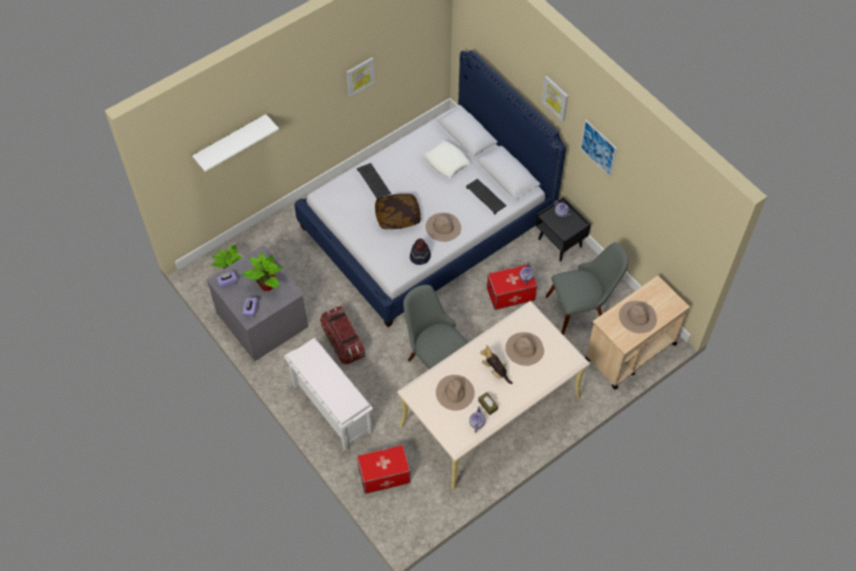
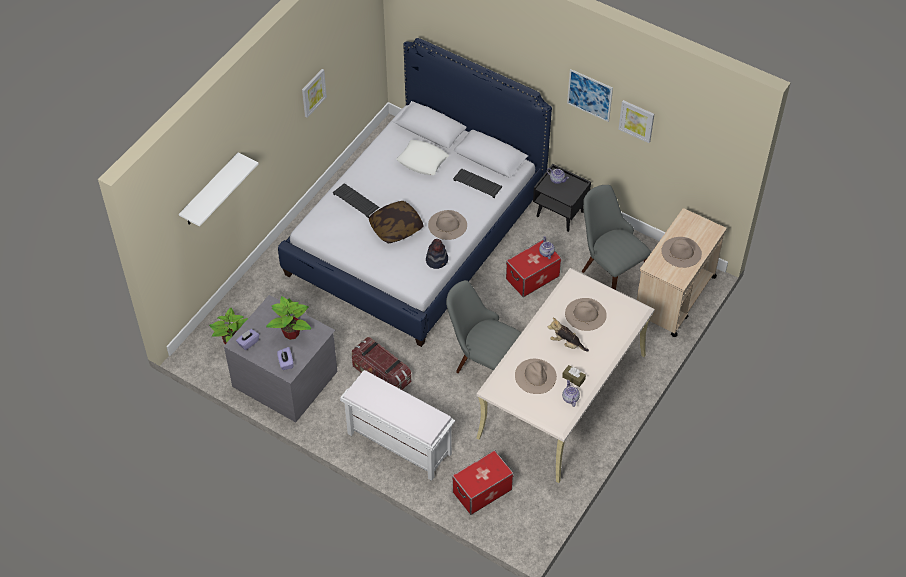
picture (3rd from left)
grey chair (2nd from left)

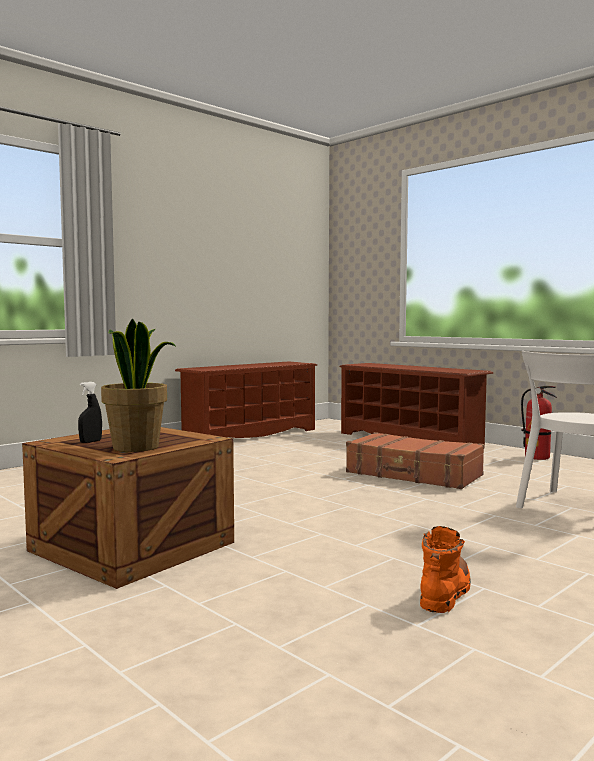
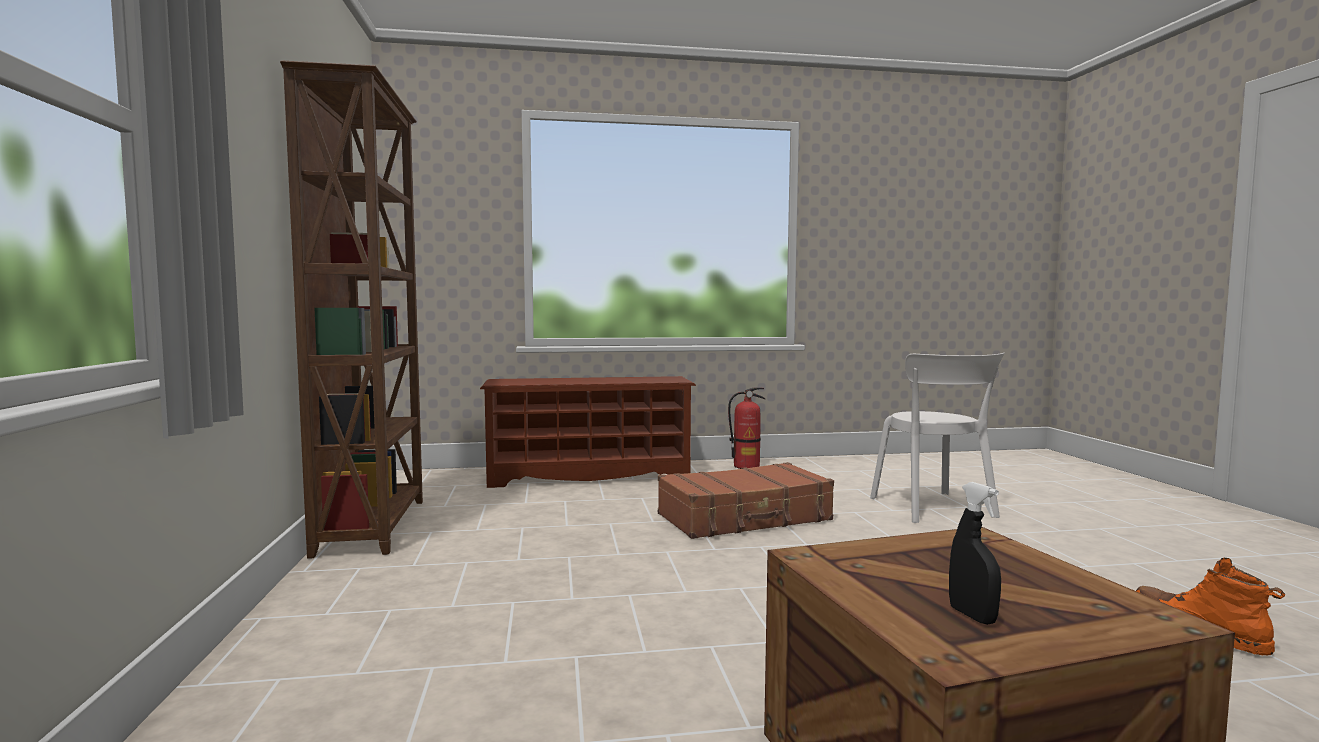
potted plant
brown bookcase

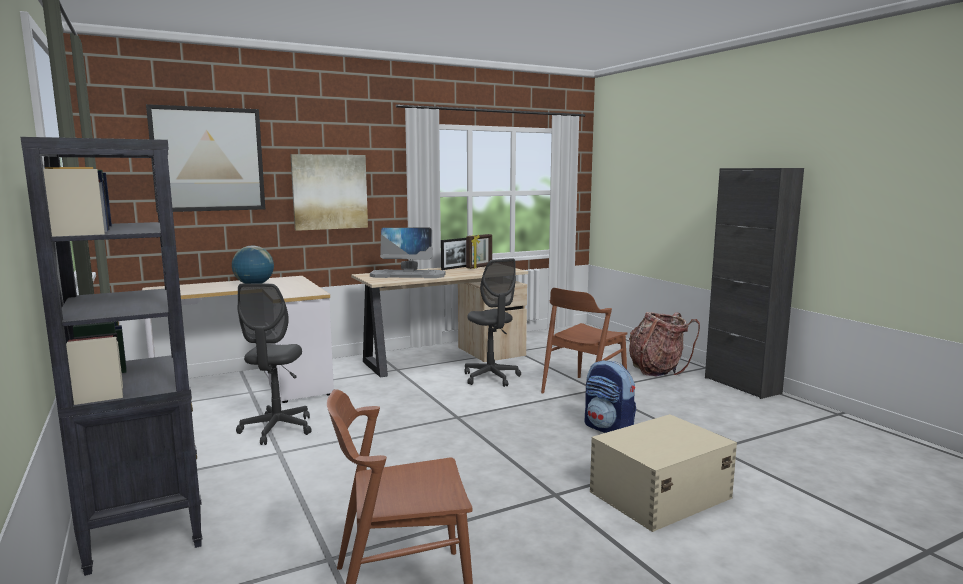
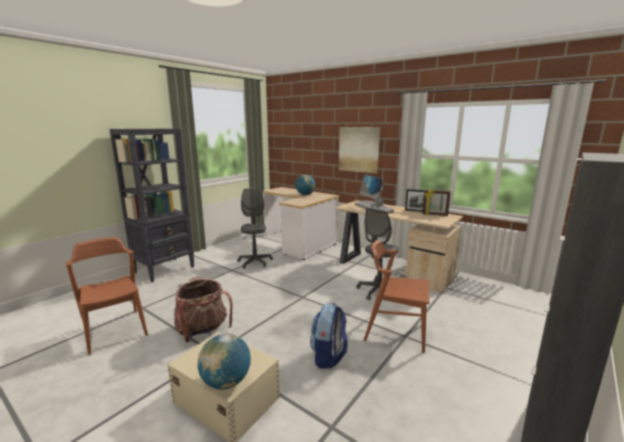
picture (1st from left in the first image)
grey office chair (1st from left)
backpack (1st from left)
globe (1st from left)

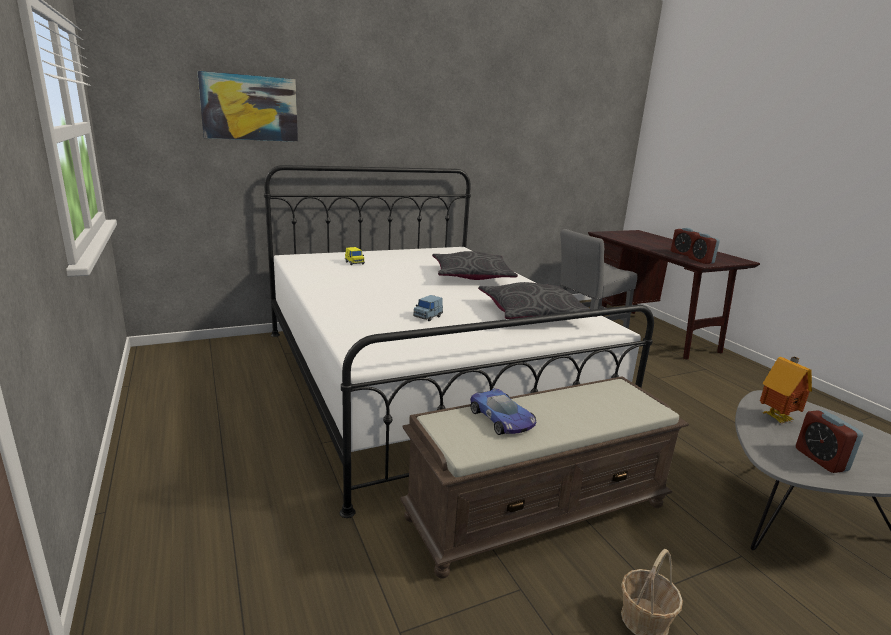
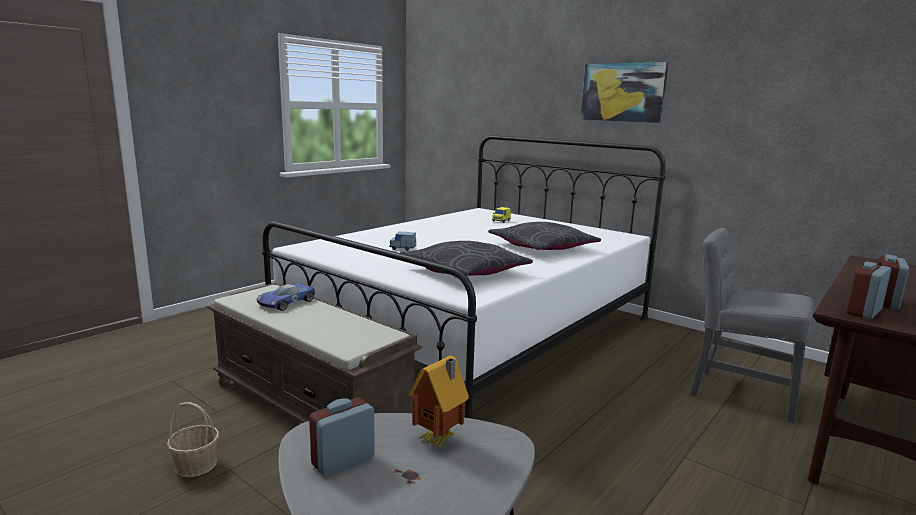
picture

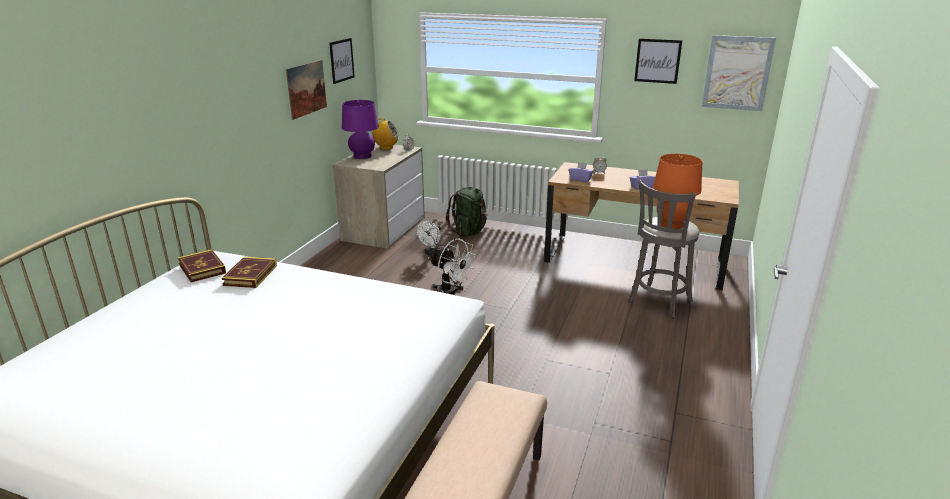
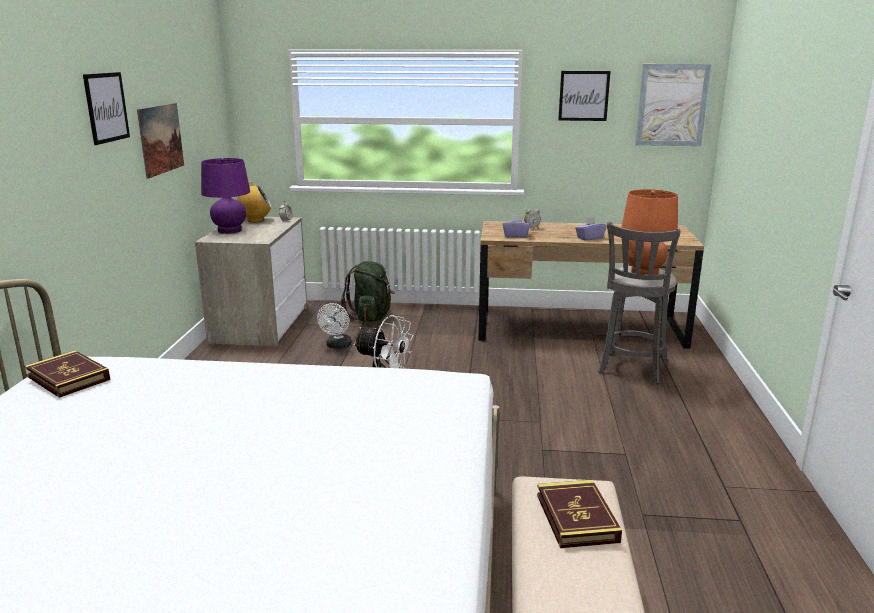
picture (1st from left)
book (2nd from left)

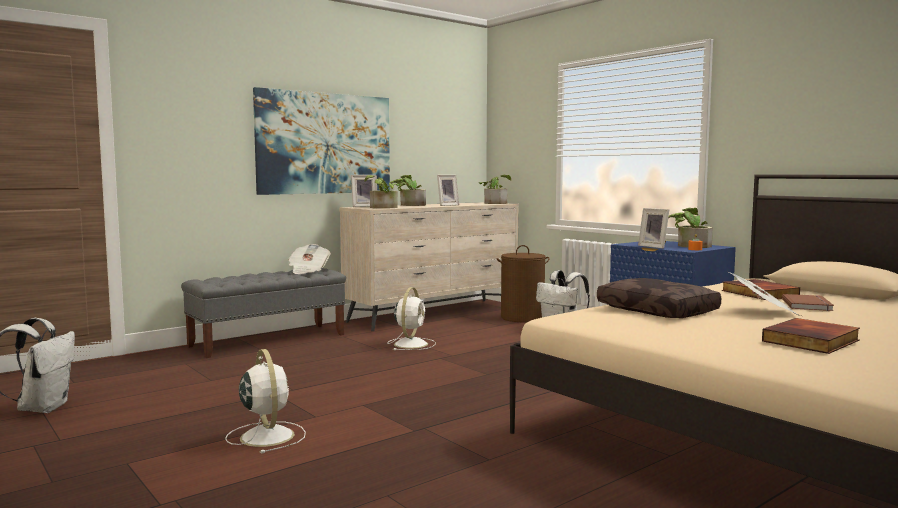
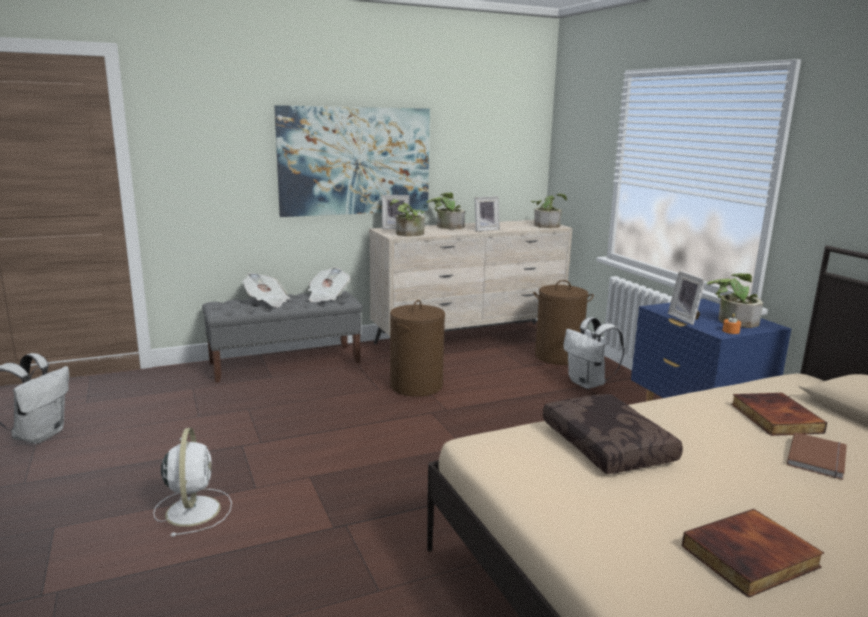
newspaper (1st from left)
brown laundry basket (1st from left)

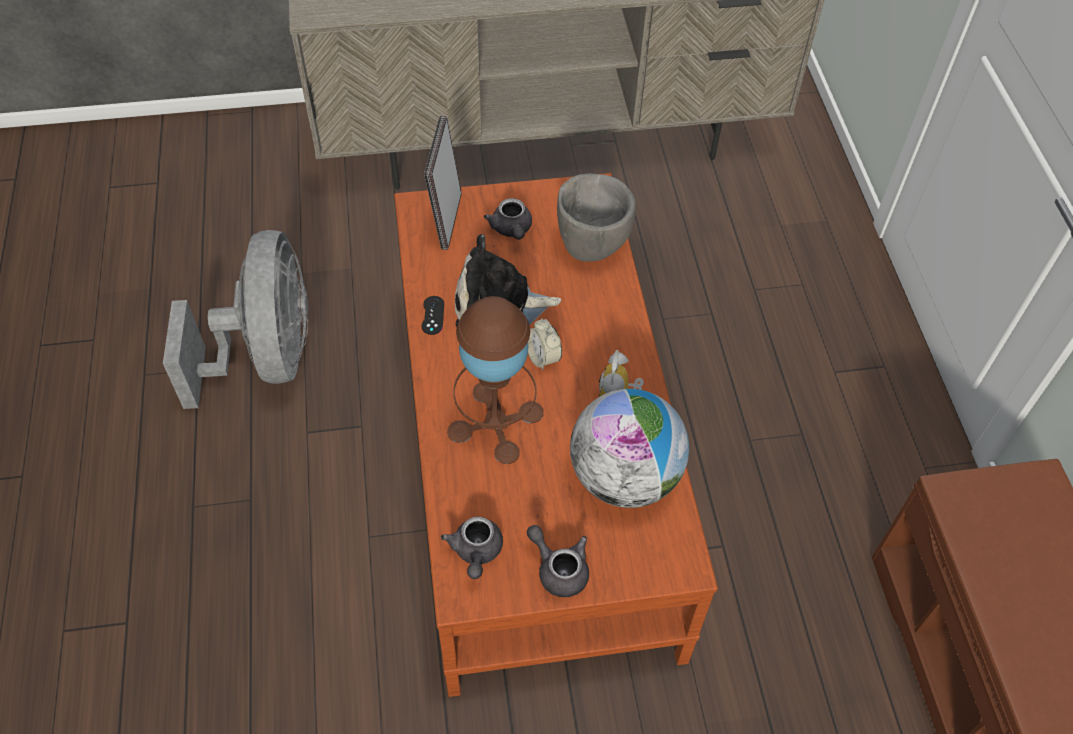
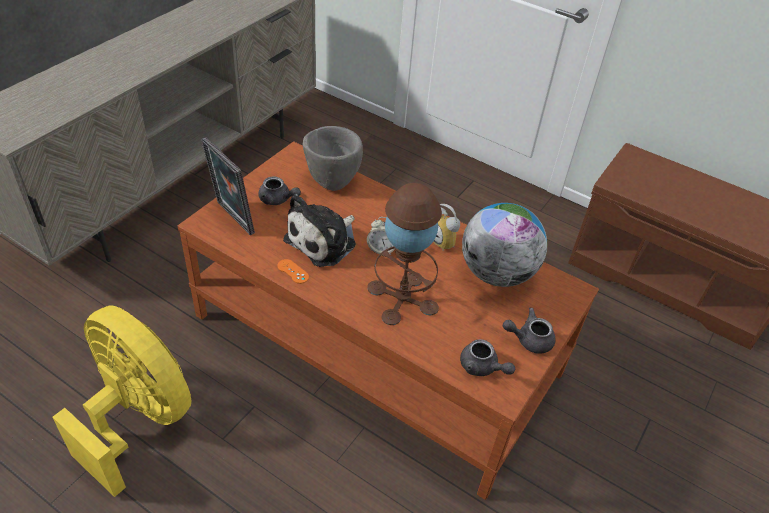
yellow fan
orange game controller

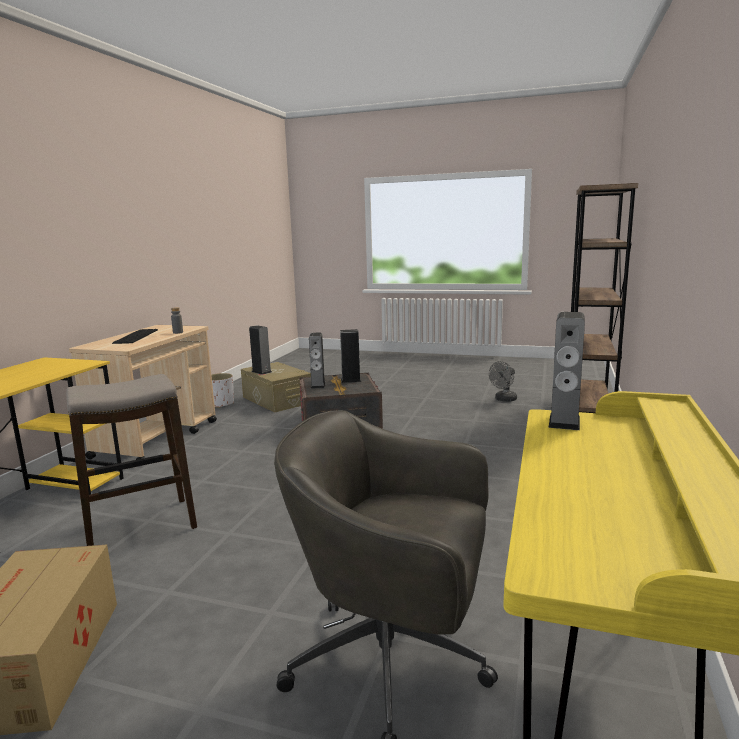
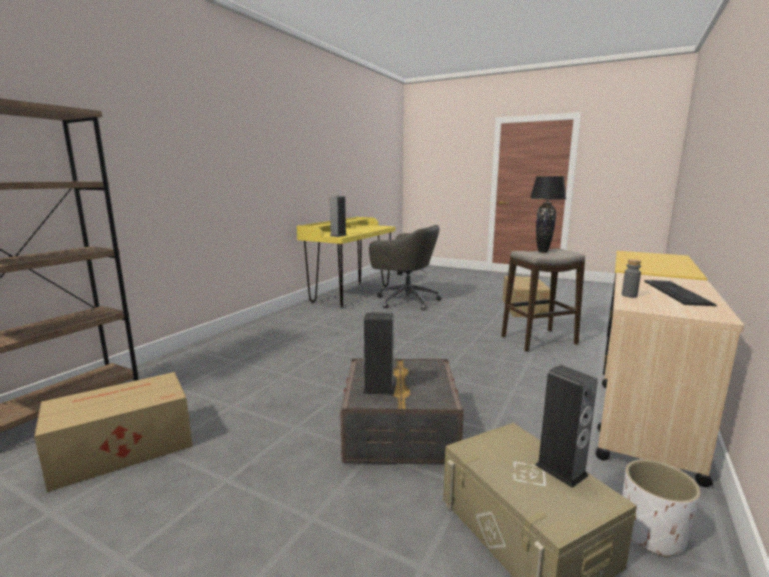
speaker (2nd from left in the first image)
cardboard box (1st from left)
black table lamp

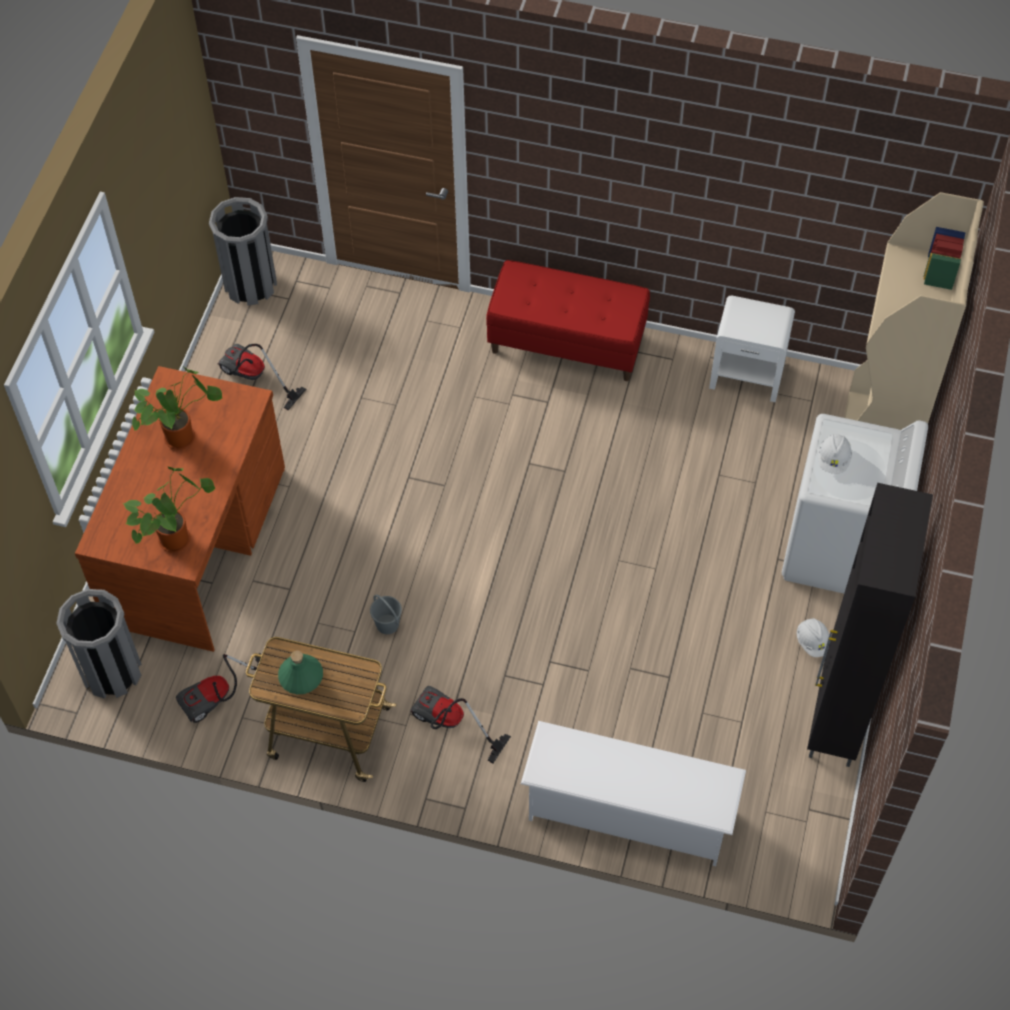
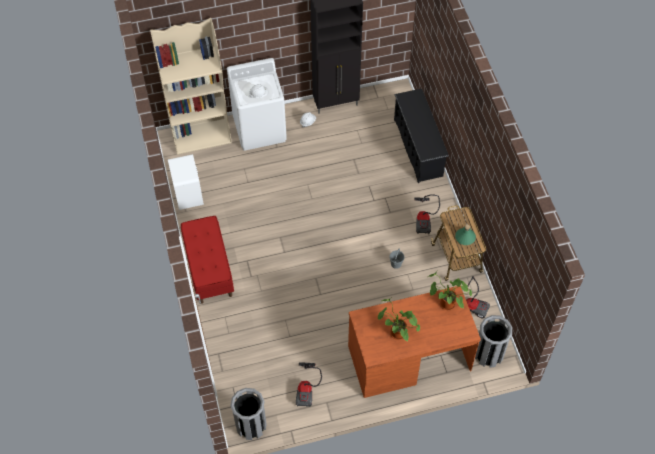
black shoe rack

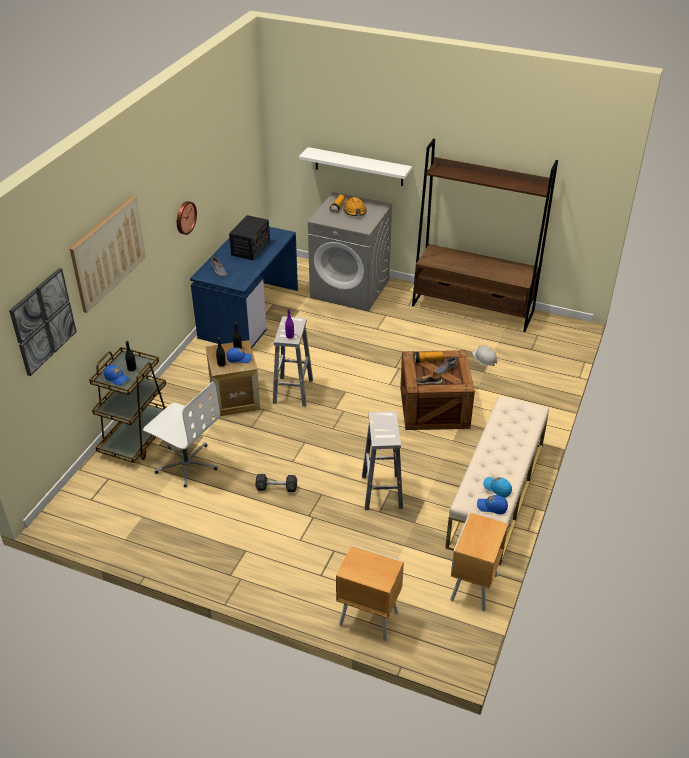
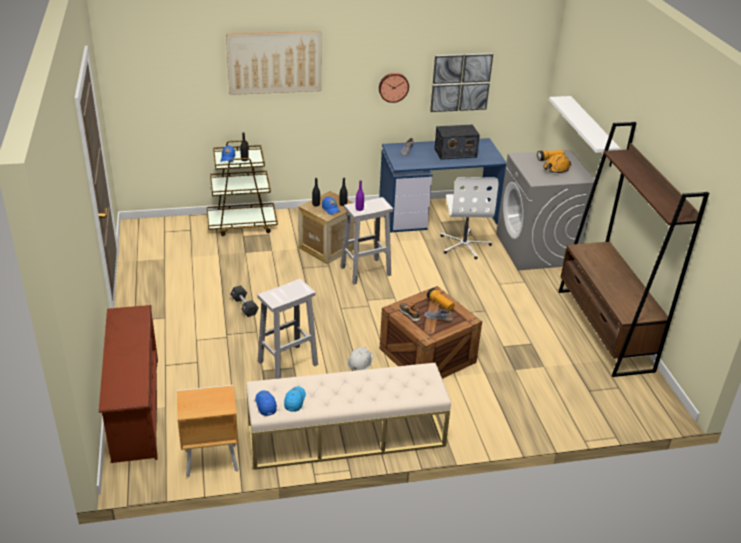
picture (2nd from left)
white hard hat
white office chair
brown shoe rack

